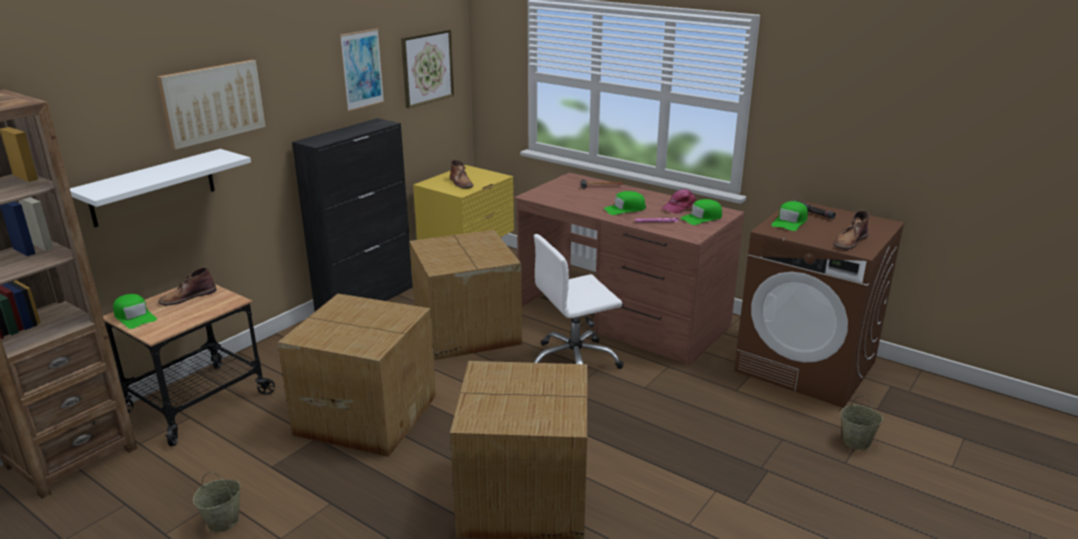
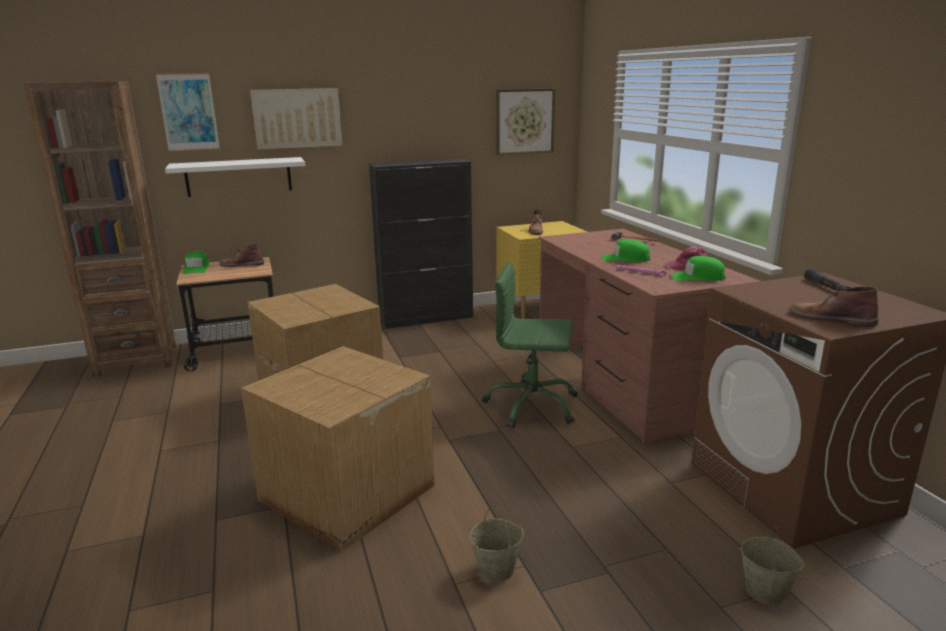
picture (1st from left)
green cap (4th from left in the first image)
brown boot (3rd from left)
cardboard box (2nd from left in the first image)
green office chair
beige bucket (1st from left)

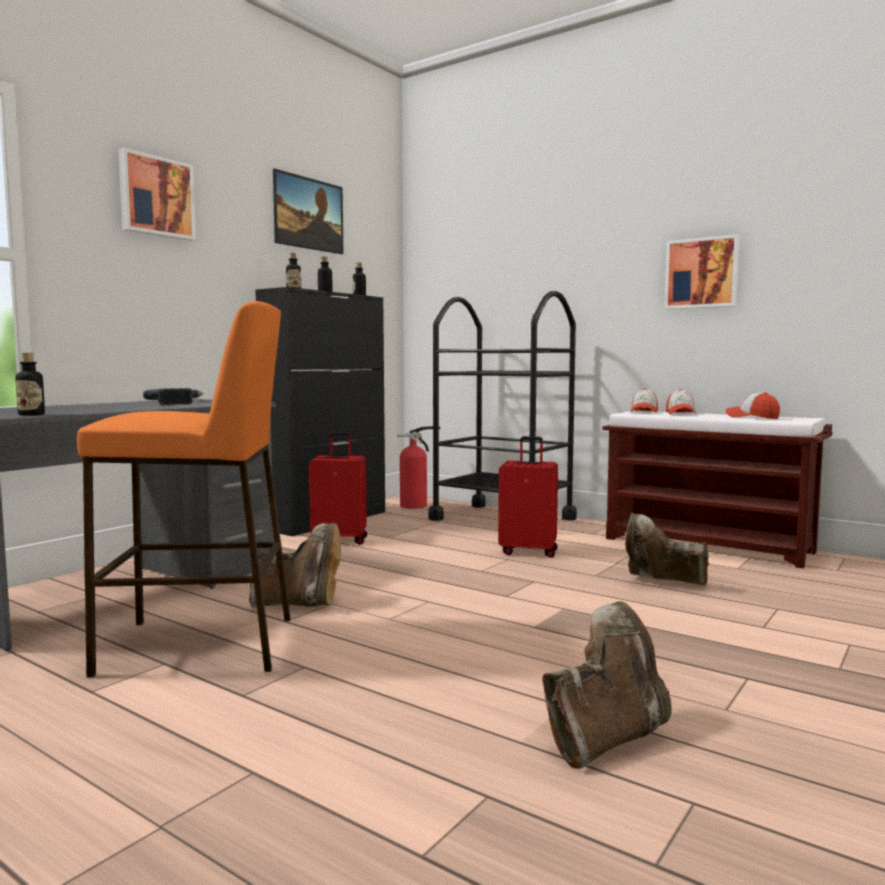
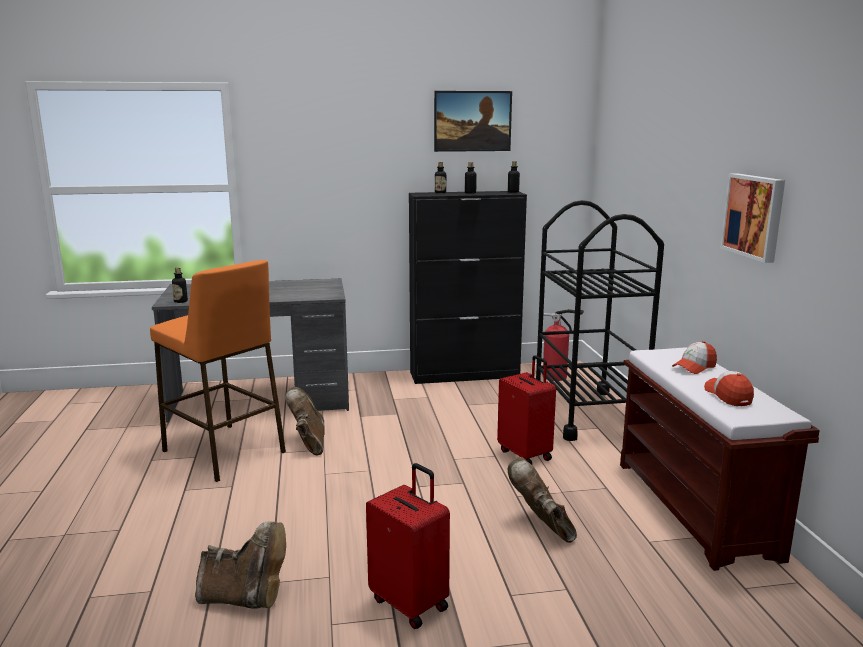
picture (1st from left in the first image)
power drill
cap (1st from left in the first image)
red suitcase (1st from left)
brown boot (2nd from left)

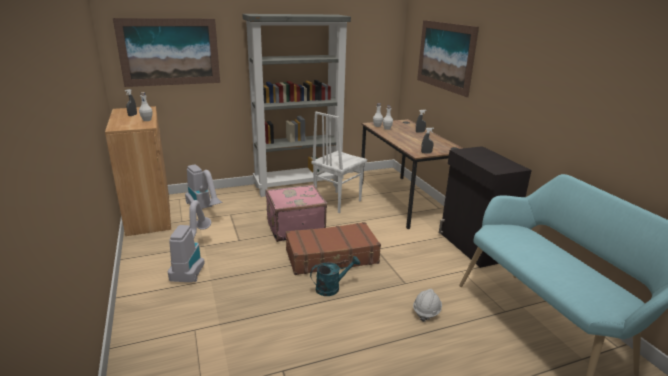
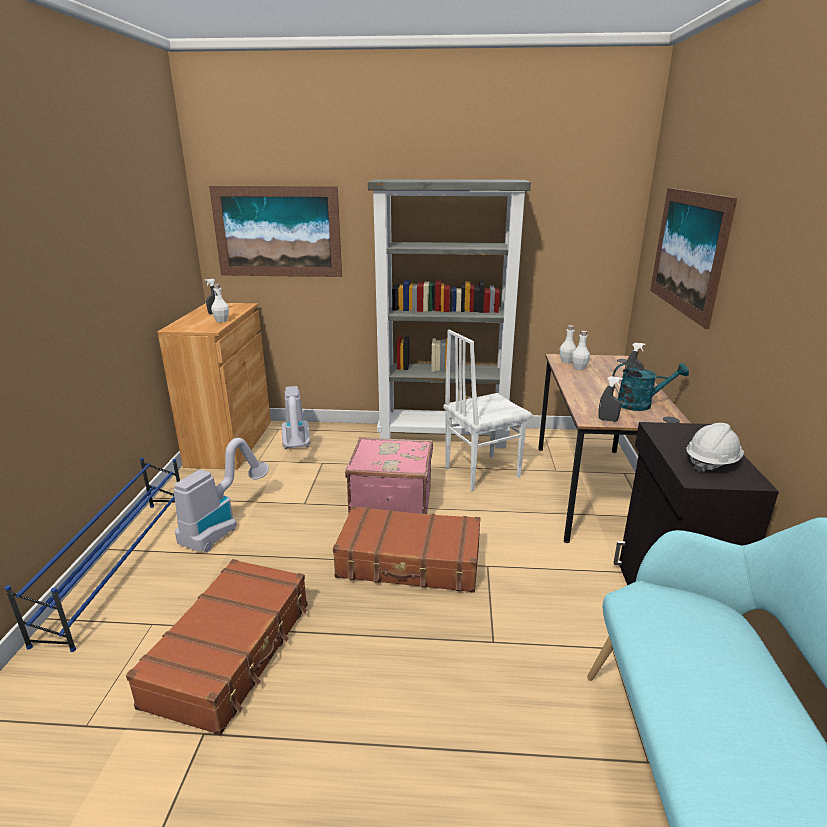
turquoise watering can
white hard hat
blue shoe rack
brown suitcase (1st from left)

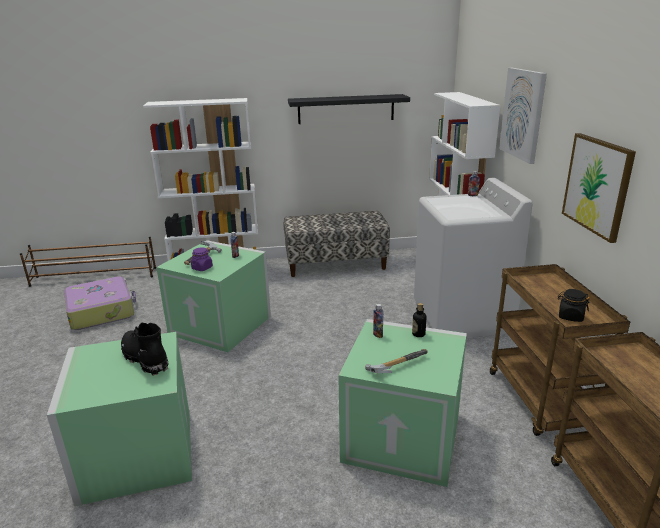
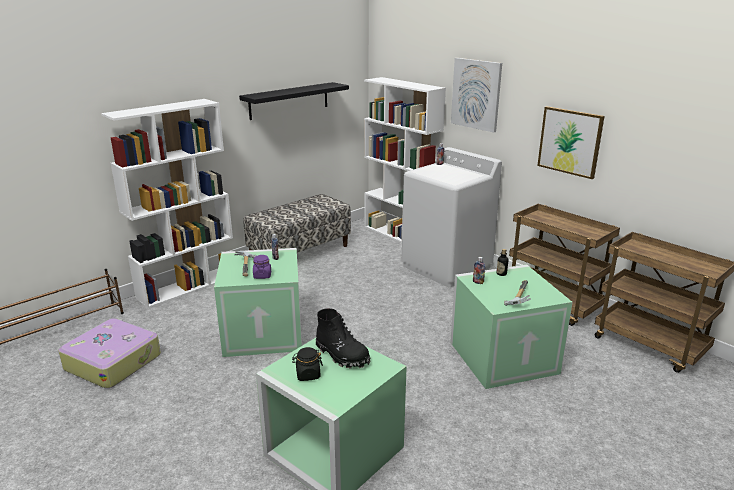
black jar
black boot

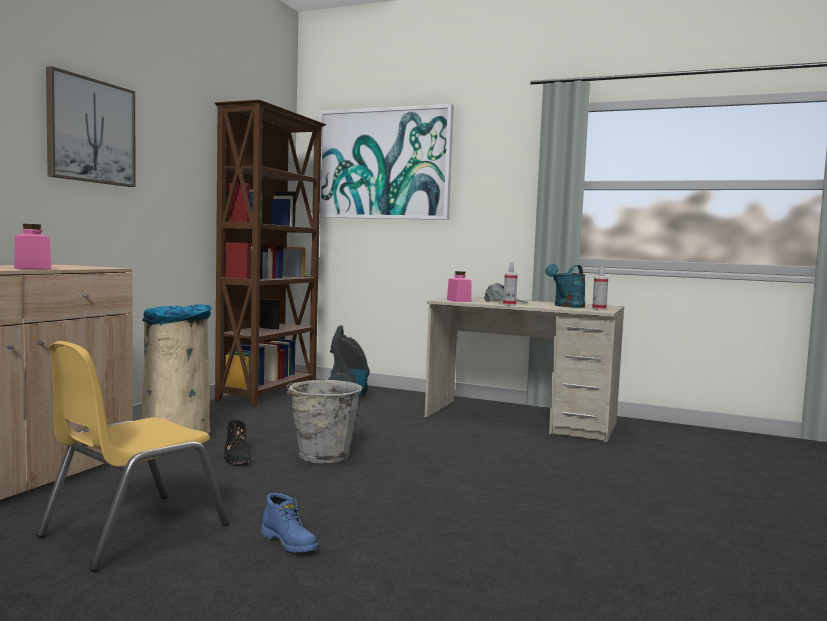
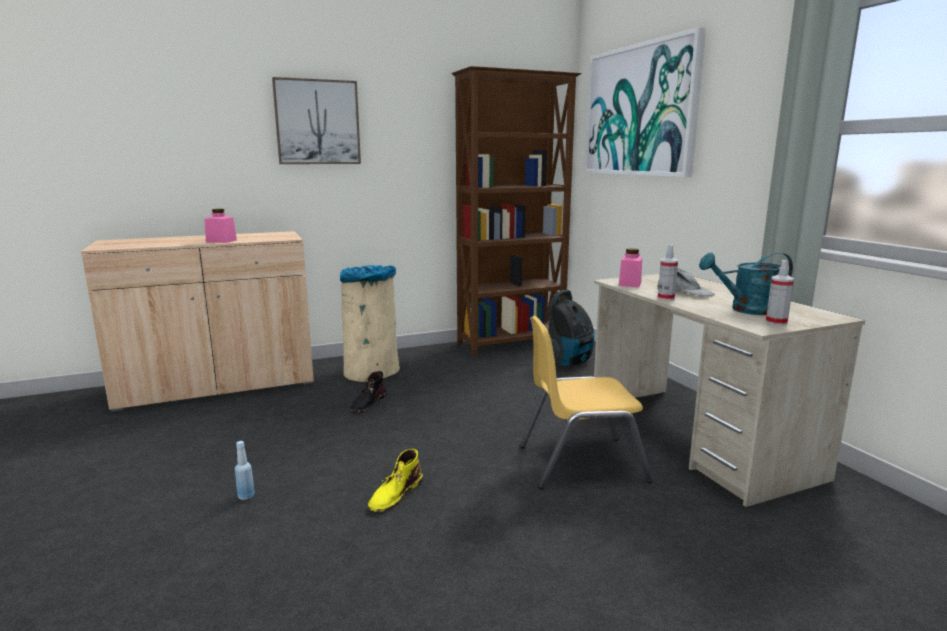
yellow chair
grey bucket
blue bottle
yellow boot

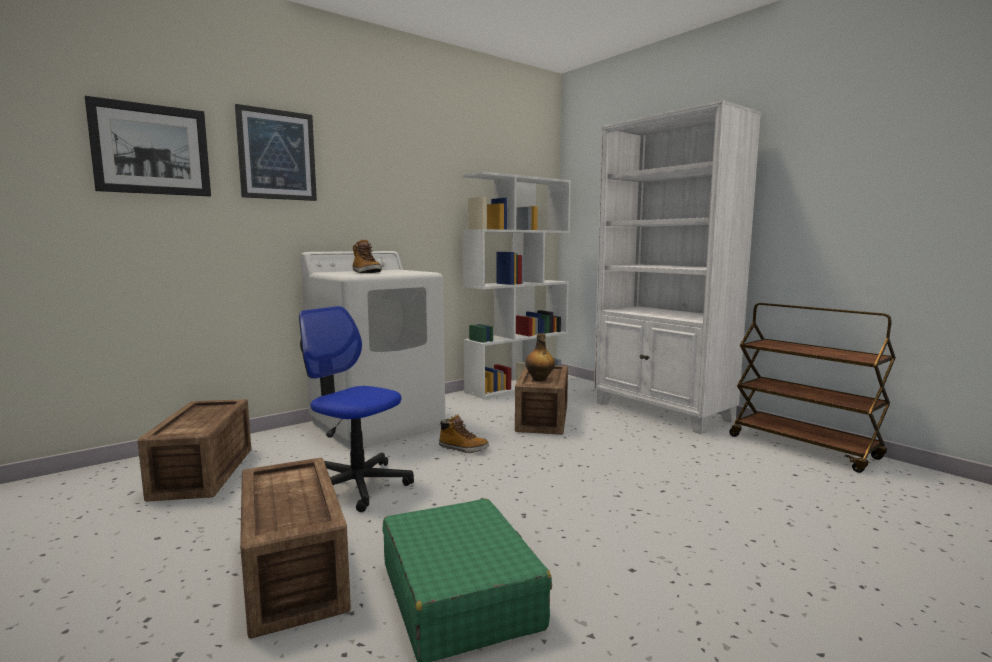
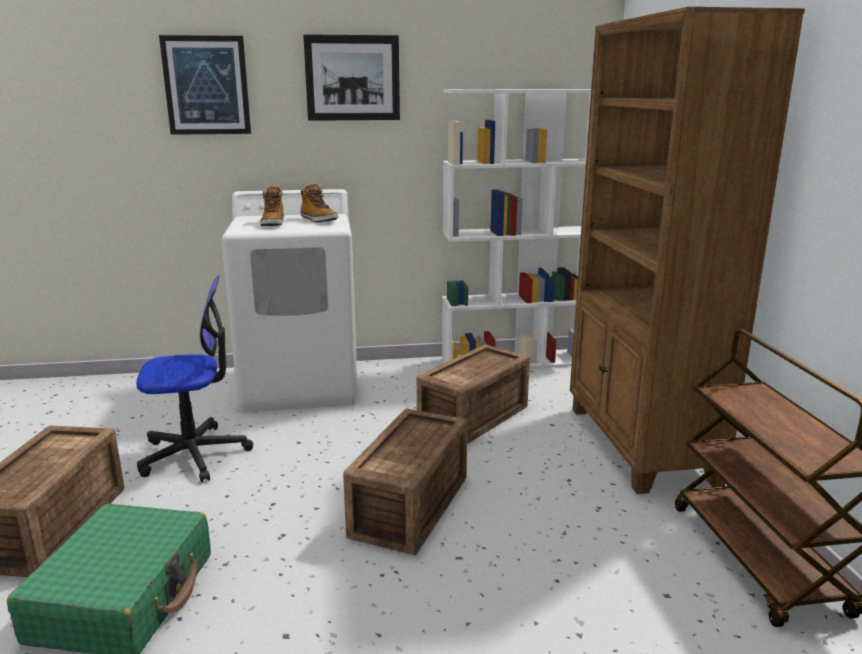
picture (2nd from left)
brown bookcase
office chair
bottle
crate (2nd from left)
boot (2nd from left)

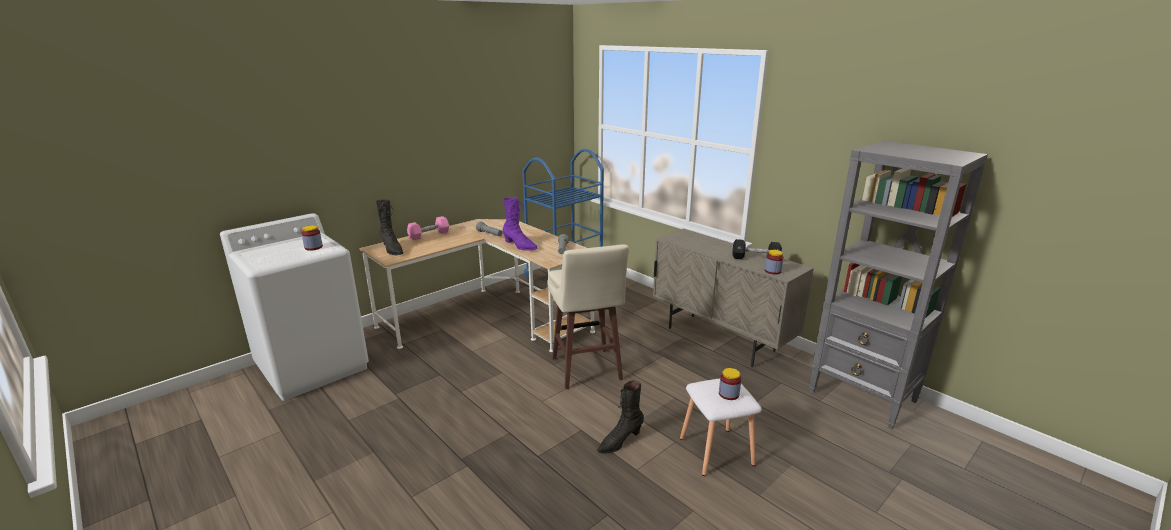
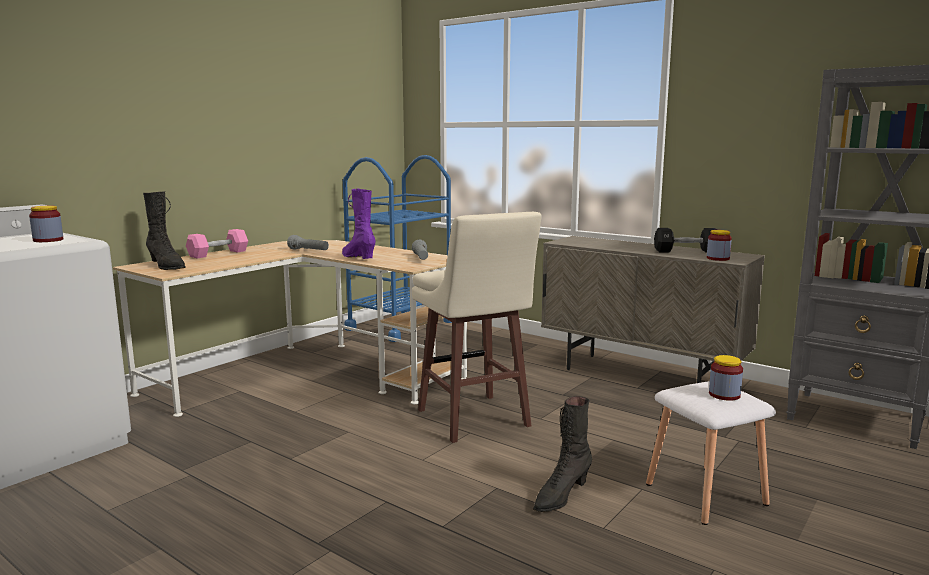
purple boot

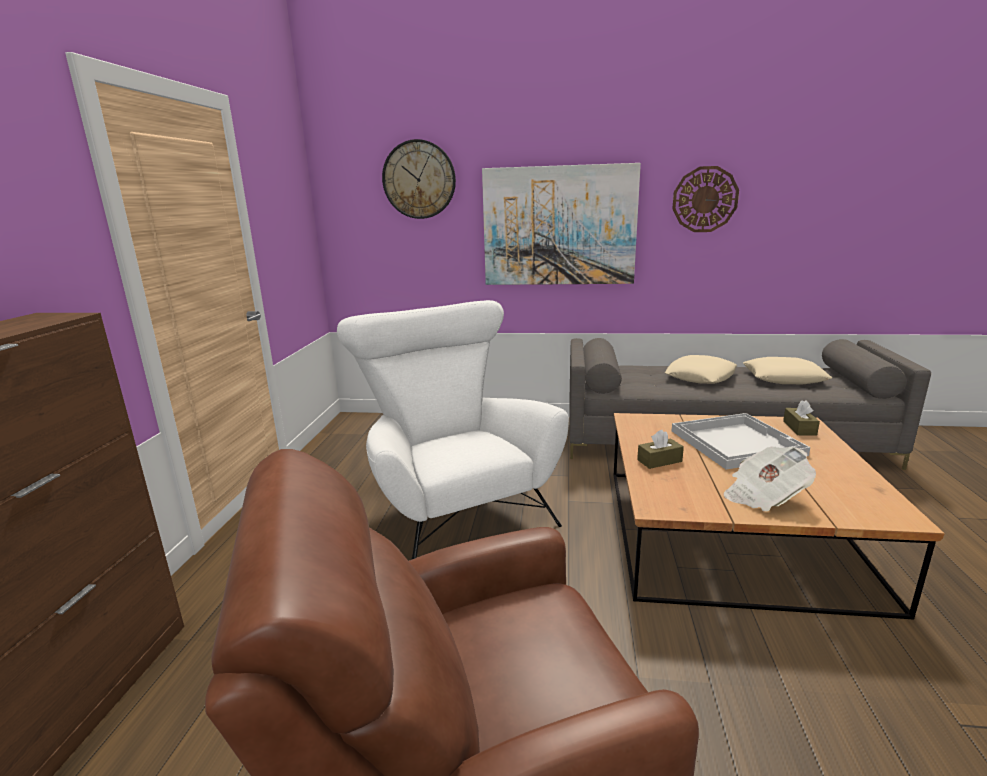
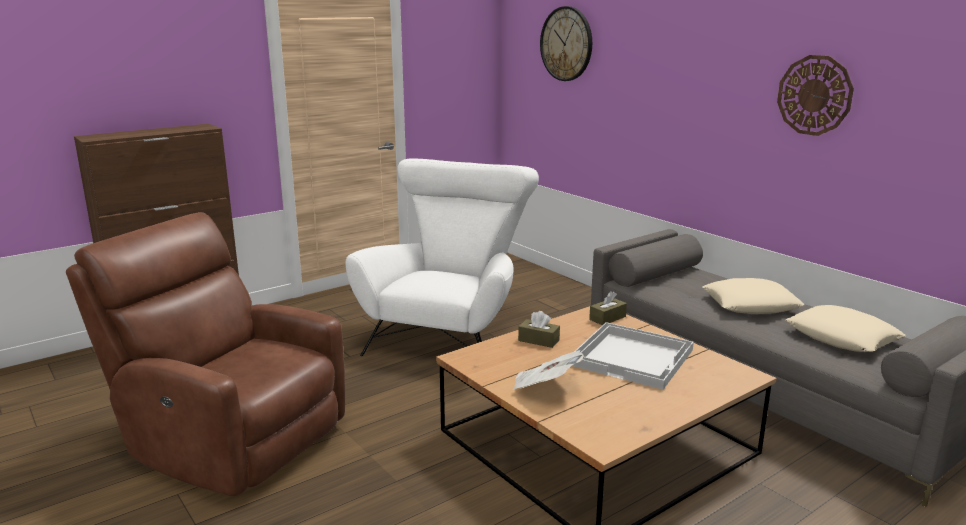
picture
brown tissue box (2nd from left)

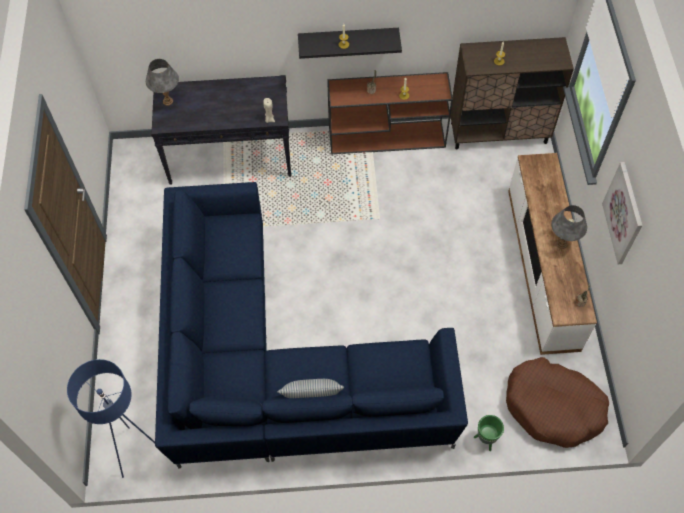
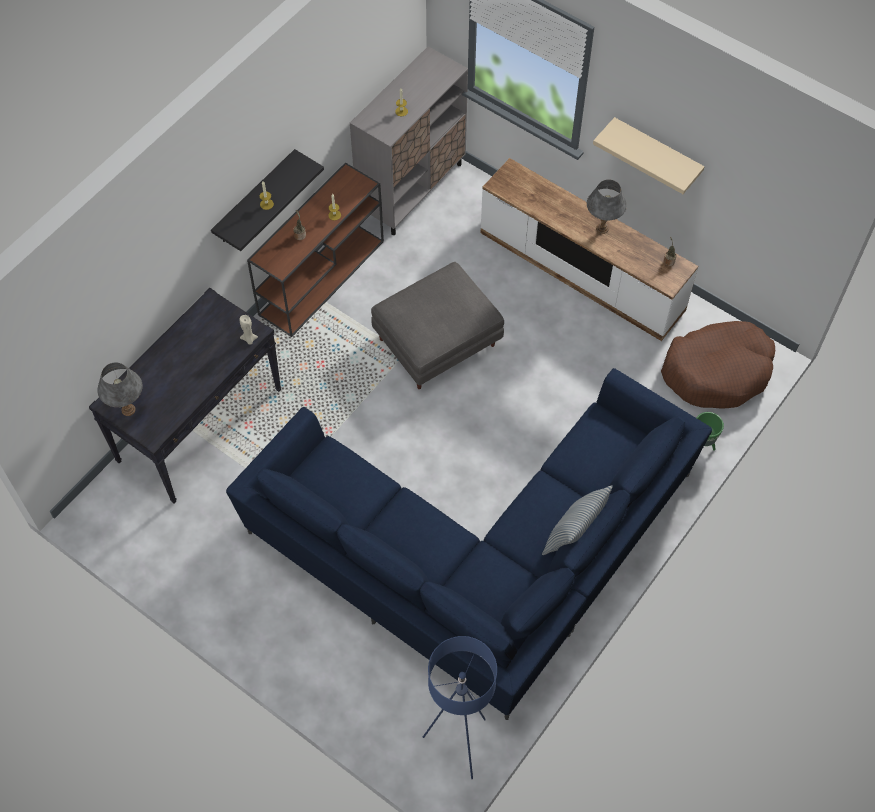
grey cabinet
beige shelf
grey ottoman

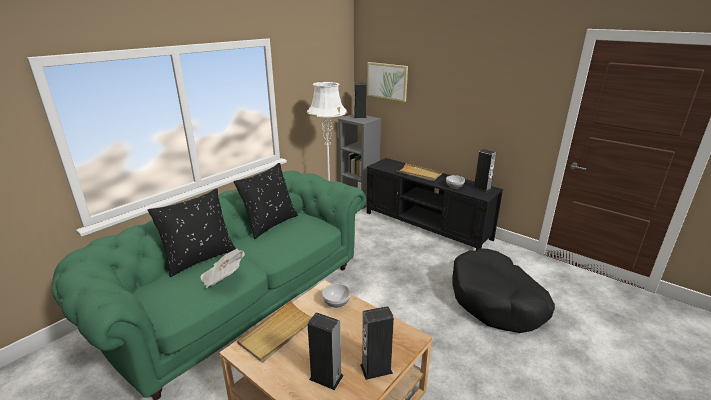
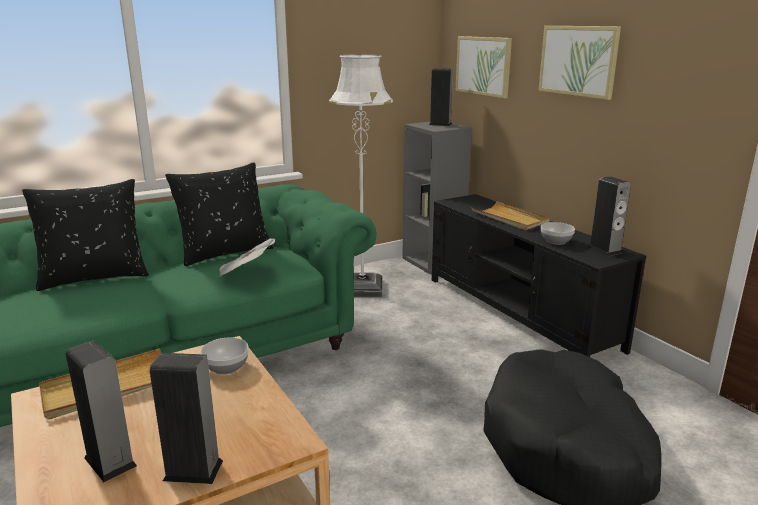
newspaper
picture (2nd from left)

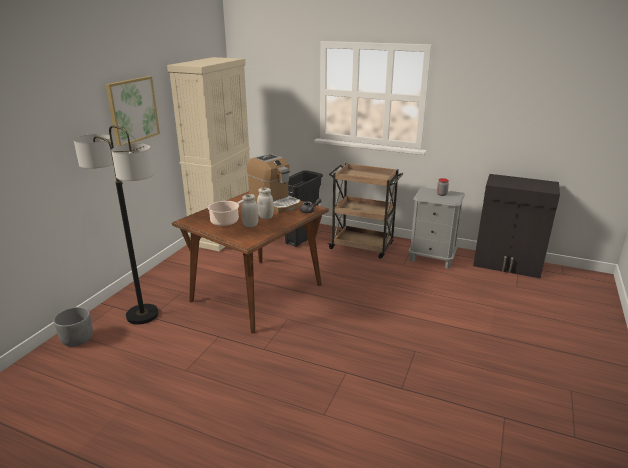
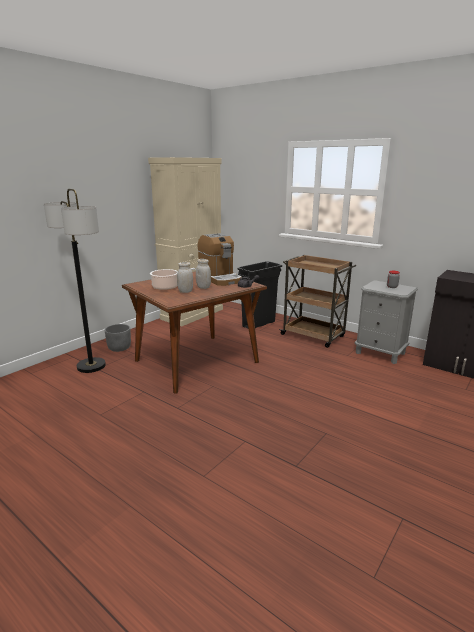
picture
grey planter

